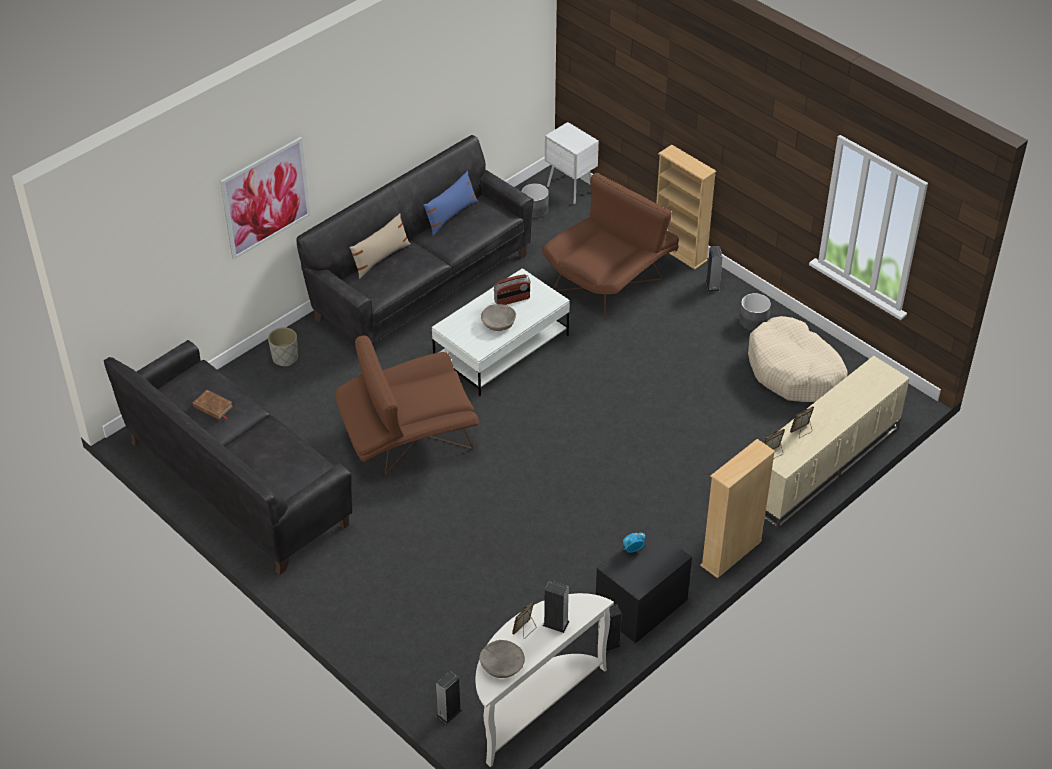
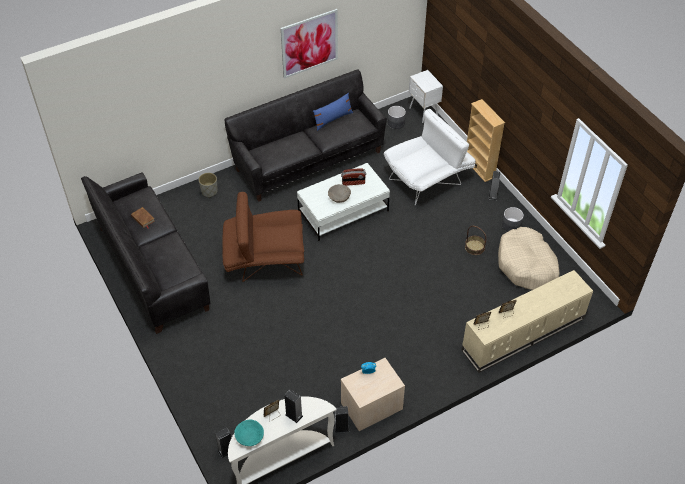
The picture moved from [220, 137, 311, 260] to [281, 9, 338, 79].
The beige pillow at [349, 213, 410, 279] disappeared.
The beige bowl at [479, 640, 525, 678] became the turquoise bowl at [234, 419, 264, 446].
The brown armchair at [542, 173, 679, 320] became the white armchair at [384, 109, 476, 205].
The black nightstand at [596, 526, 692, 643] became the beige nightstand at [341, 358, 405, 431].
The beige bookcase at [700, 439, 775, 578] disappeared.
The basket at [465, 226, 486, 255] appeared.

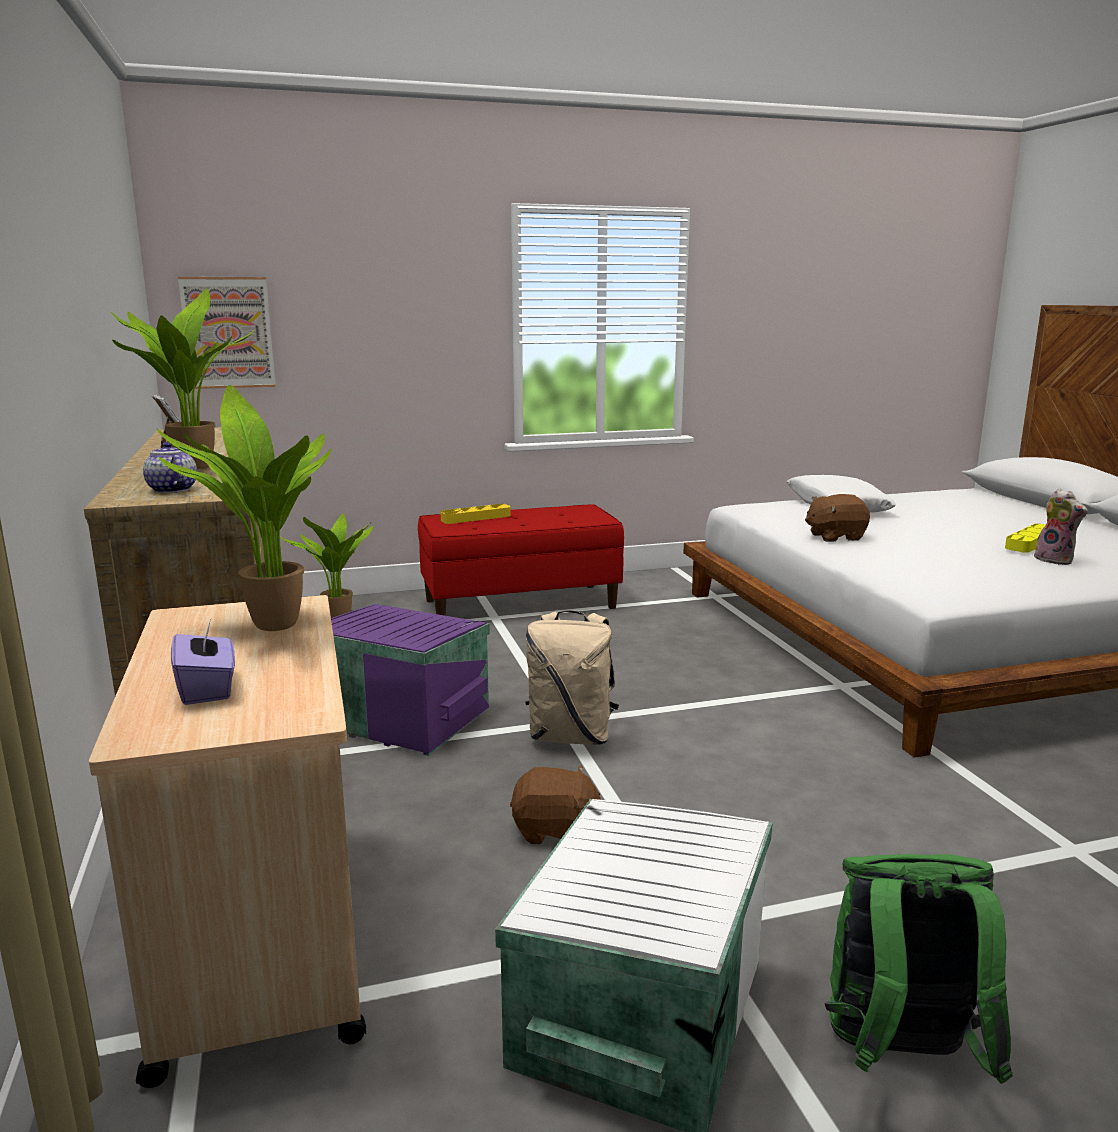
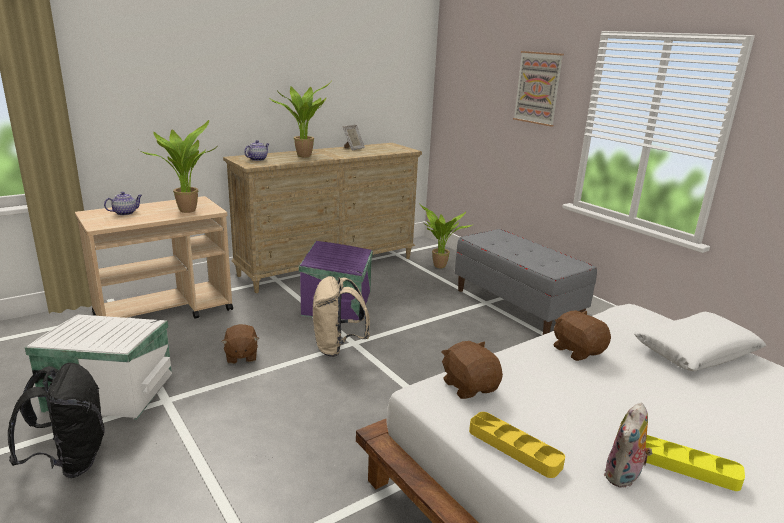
The purple tissue box at [171, 620, 235, 705] was replaced by the teapot at [104, 192, 142, 215].
The picture moved from [178, 277, 276, 389] to [513, 51, 564, 127].
The red bench at [418, 504, 624, 616] became the grey bench at [455, 229, 597, 335].
The yellow tray moved from [440, 504, 511, 524] to [469, 412, 565, 478].
The green backpack at [824, 854, 1013, 1084] became the black backpack at [8, 363, 105, 478].
The brown plush toy at [441, 341, 503, 399] appeared.

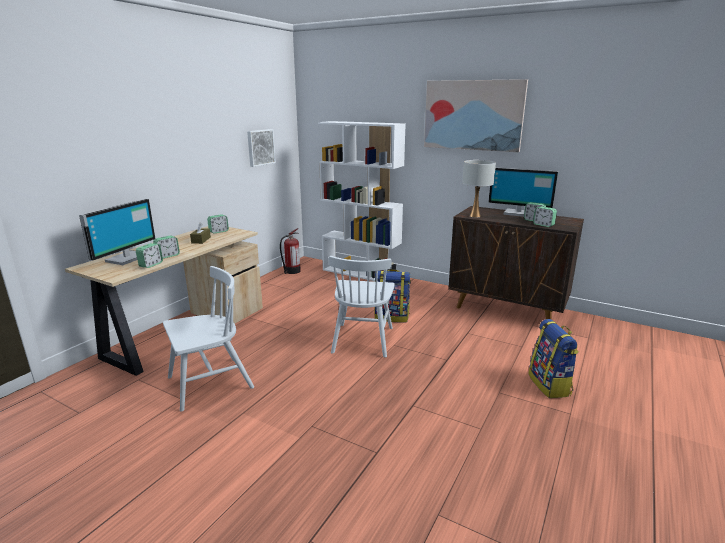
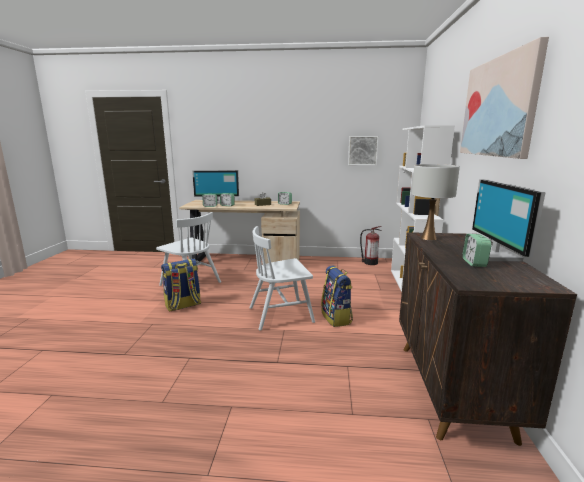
The backpack moved from [529, 319, 579, 398] to [161, 259, 201, 312].
The alarm clock at [533, 206, 557, 227] disappeared.

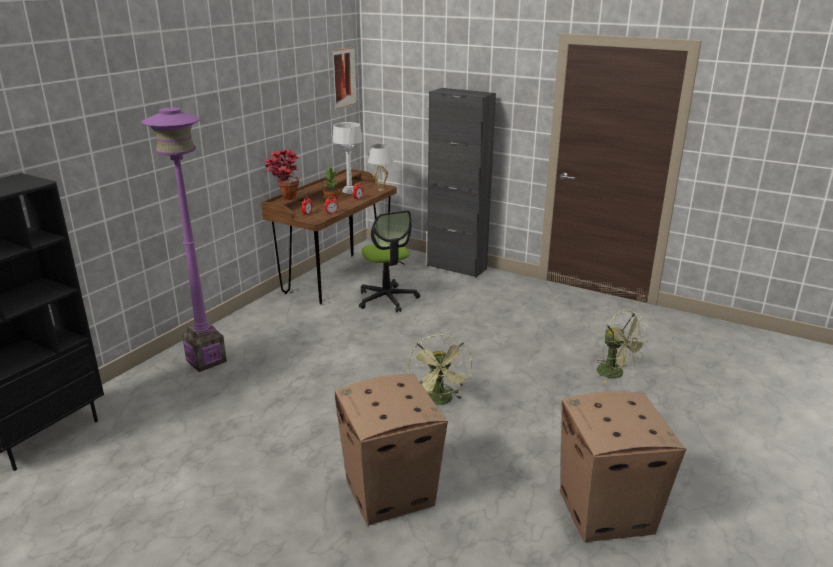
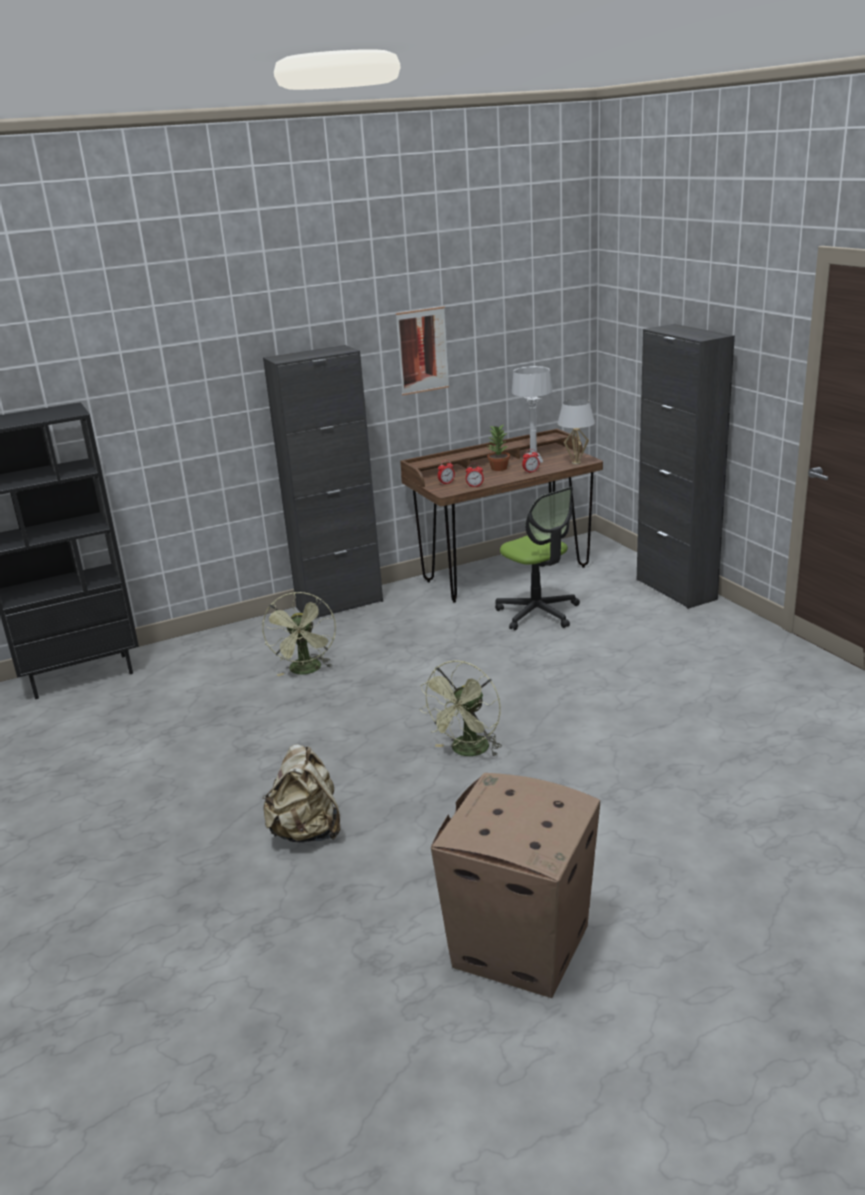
The purple floor lamp at [142, 108, 227, 372] disappeared.
The potted plant at [264, 149, 301, 200] disappeared.
The picture moved from [332, 47, 357, 109] to [396, 306, 449, 395].
The cardboard box at [335, 374, 448, 525] was replaced by the beige backpack at [262, 744, 340, 843].
The office chair at [359, 210, 420, 312] turned 45 degrees counterclockwise.
The green fan moved from [596, 310, 648, 384] to [262, 592, 336, 676].
The black cabinet at [263, 345, 383, 618] appeared.

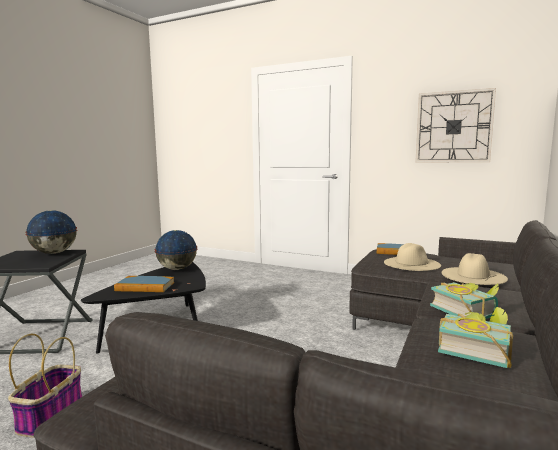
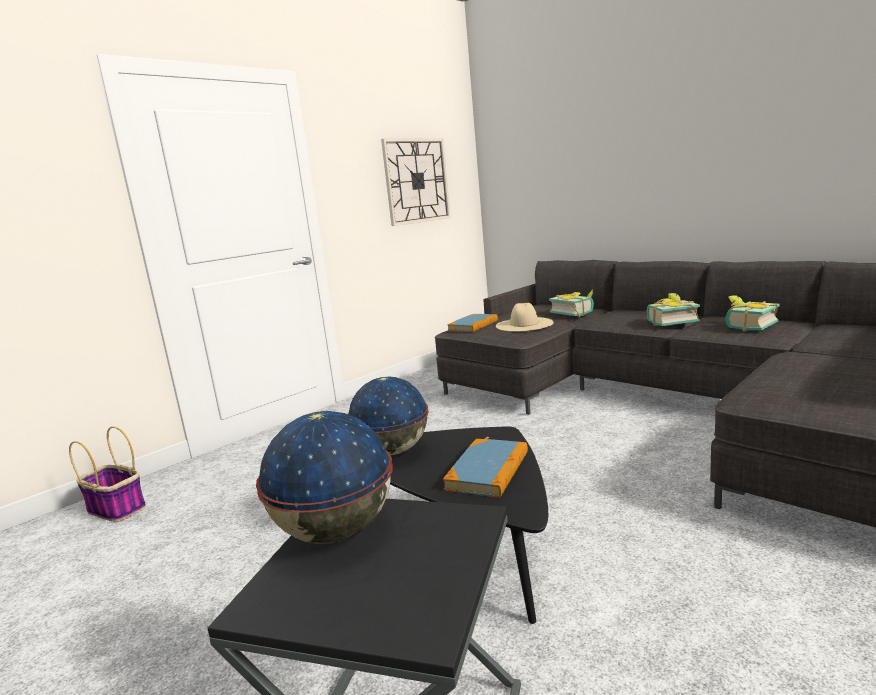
The basket moved from [8, 334, 82, 438] to [69, 426, 146, 522].
The beige hat at [442, 253, 508, 285] was replaced by the book at [549, 290, 594, 317].

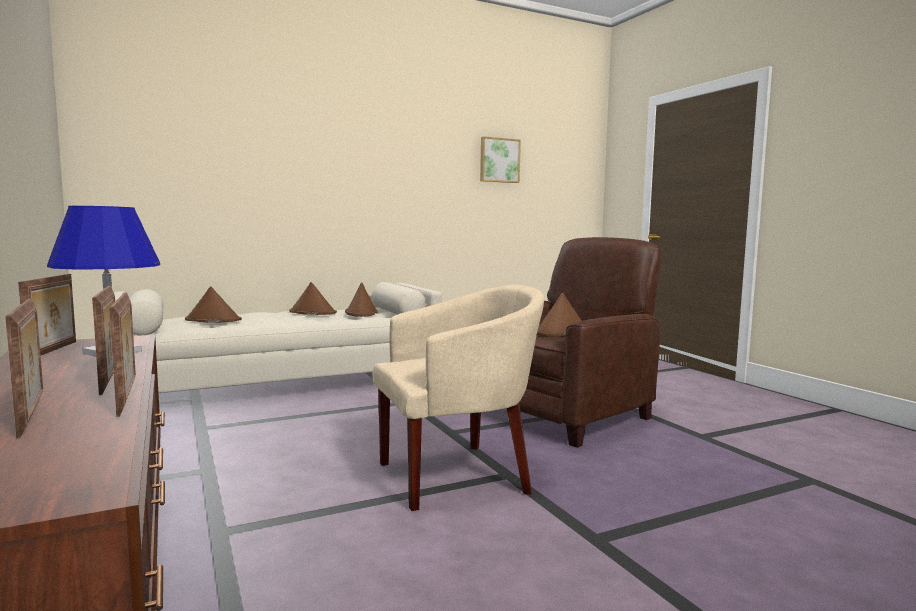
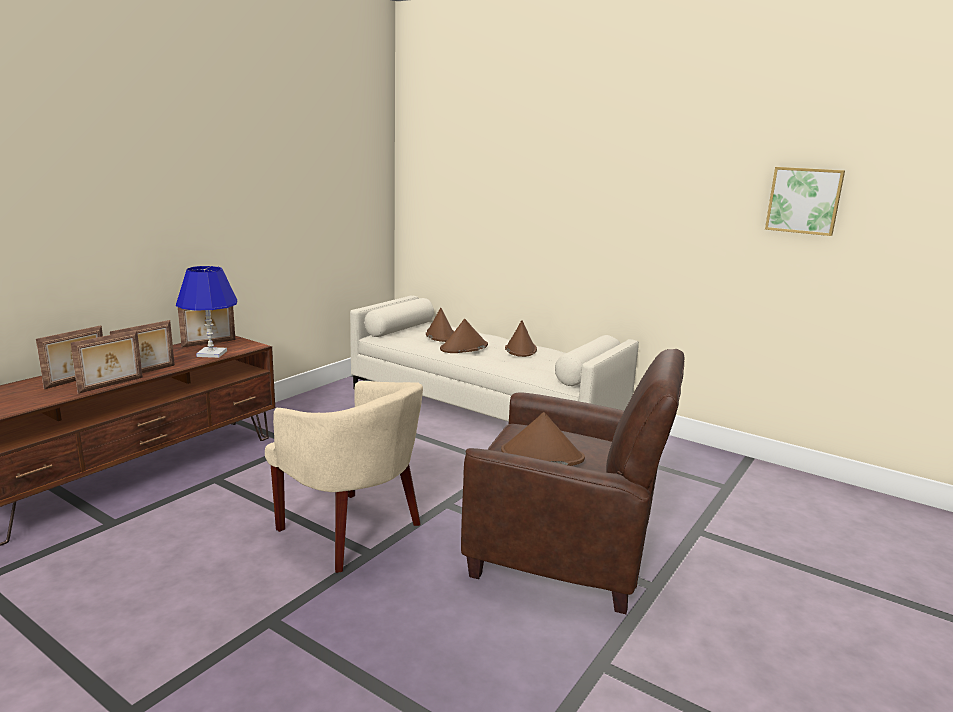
The brown hat moved from [345, 282, 378, 317] to [440, 319, 488, 353].

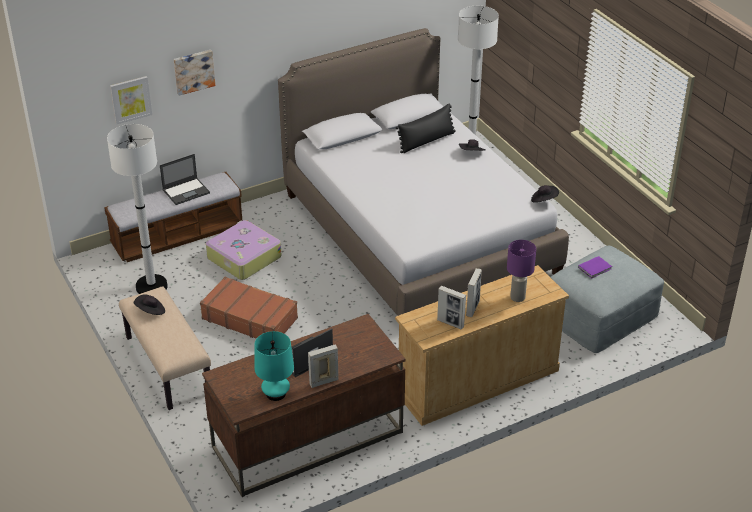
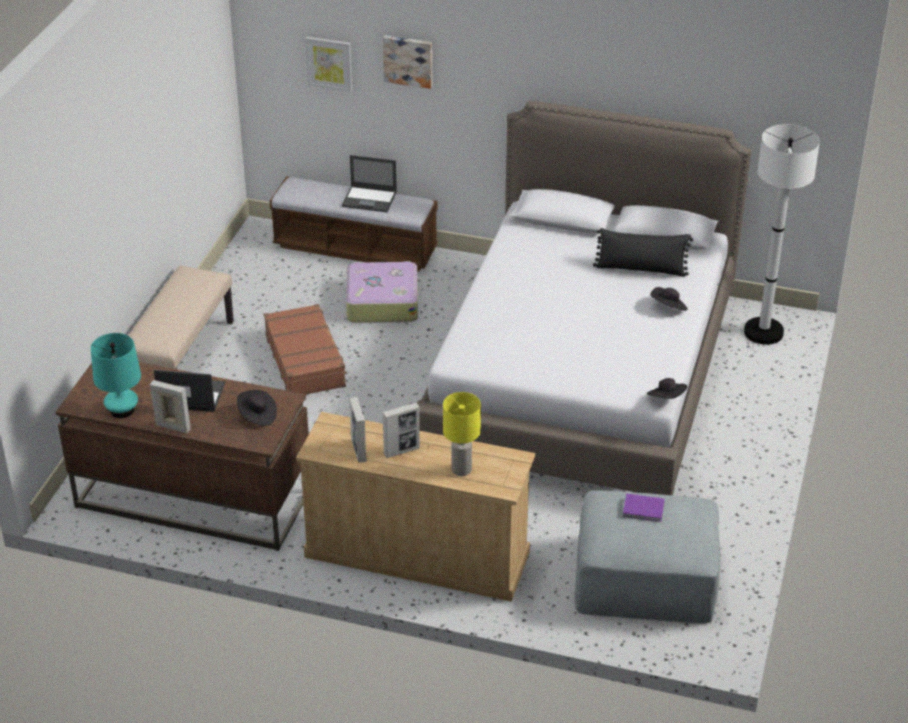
The white floor lamp at [107, 124, 168, 294] disappeared.
The black hat moved from [134, 294, 165, 315] to [237, 390, 277, 426].
The purple table lamp at [507, 240, 536, 302] became the yellow table lamp at [443, 392, 481, 476].

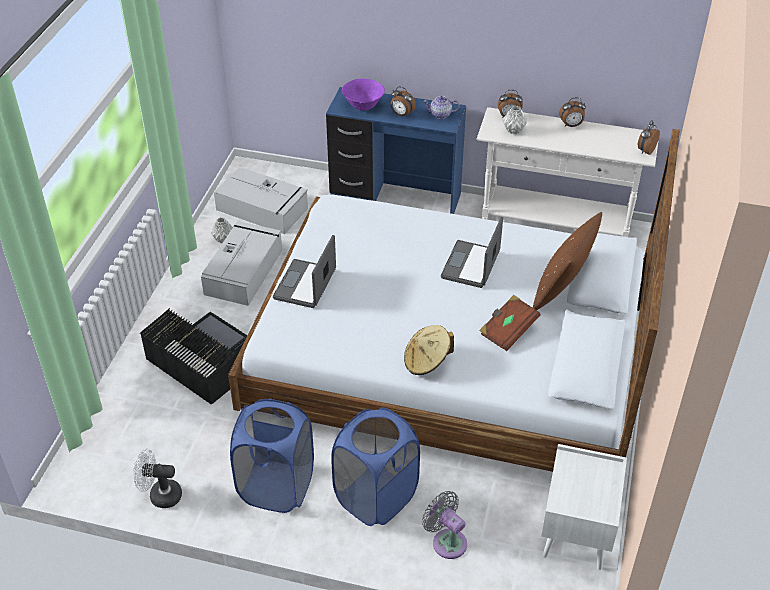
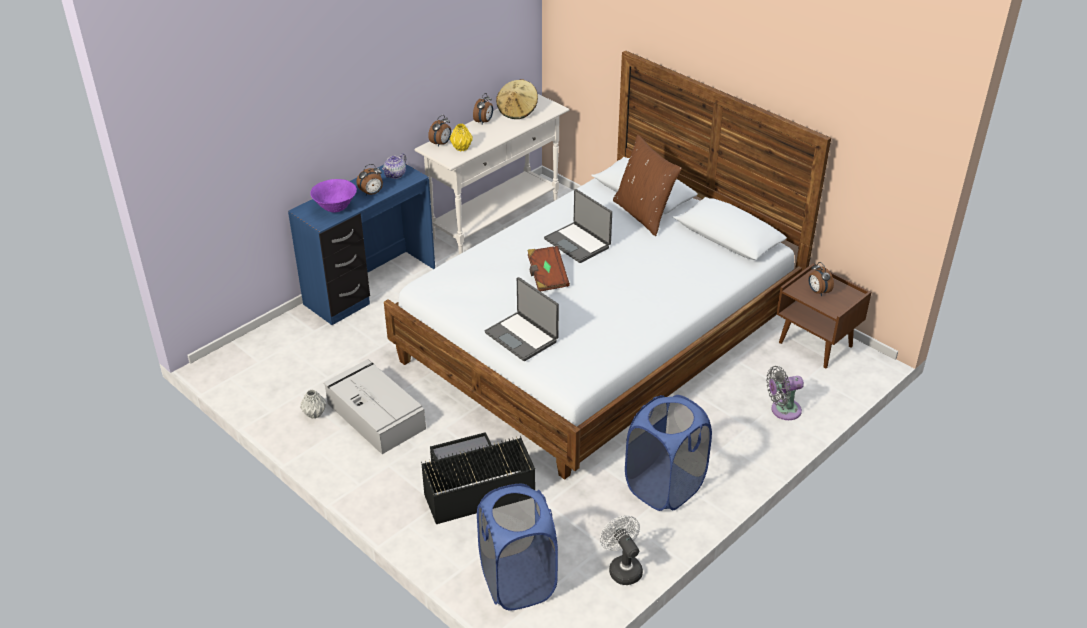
The white fan at [133, 449, 182, 508] turned 120 degrees clockwise.
The grey storage box at [214, 167, 308, 234] disappeared.
The blue laundry basket moved from [331, 408, 420, 526] to [477, 484, 558, 611].
The beige hat moved from [404, 325, 454, 375] to [496, 79, 538, 119].
The brown book moved from [479, 295, 541, 351] to [527, 246, 570, 292].
The grey vase at [503, 106, 527, 134] became the yellow vase at [449, 124, 473, 151].
The white nightstand at [541, 444, 627, 570] became the brown nightstand at [776, 263, 872, 368].
The alarm clock moved from [638, 120, 660, 155] to [808, 262, 834, 296].

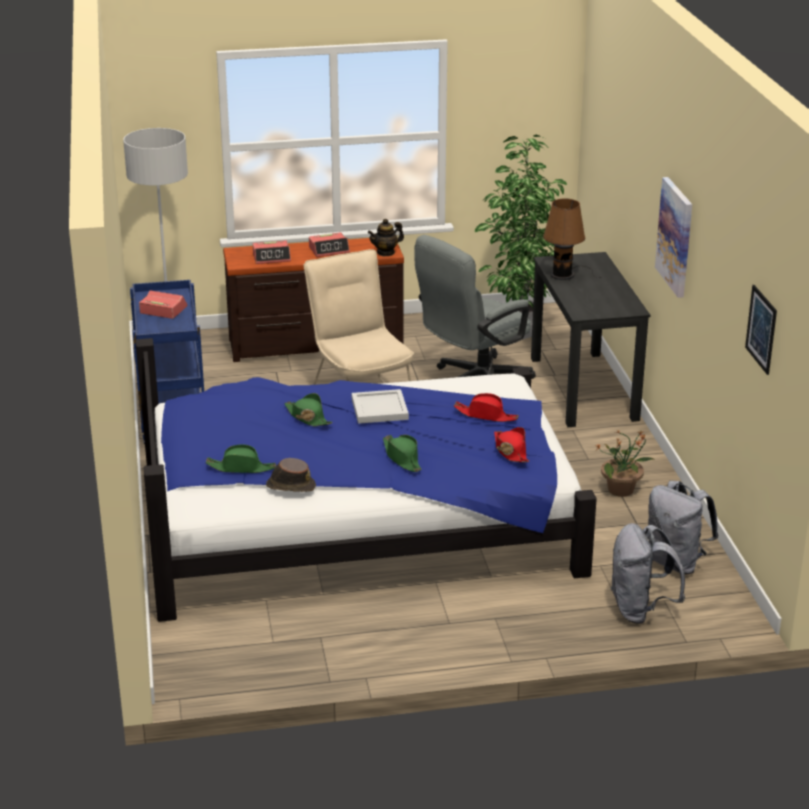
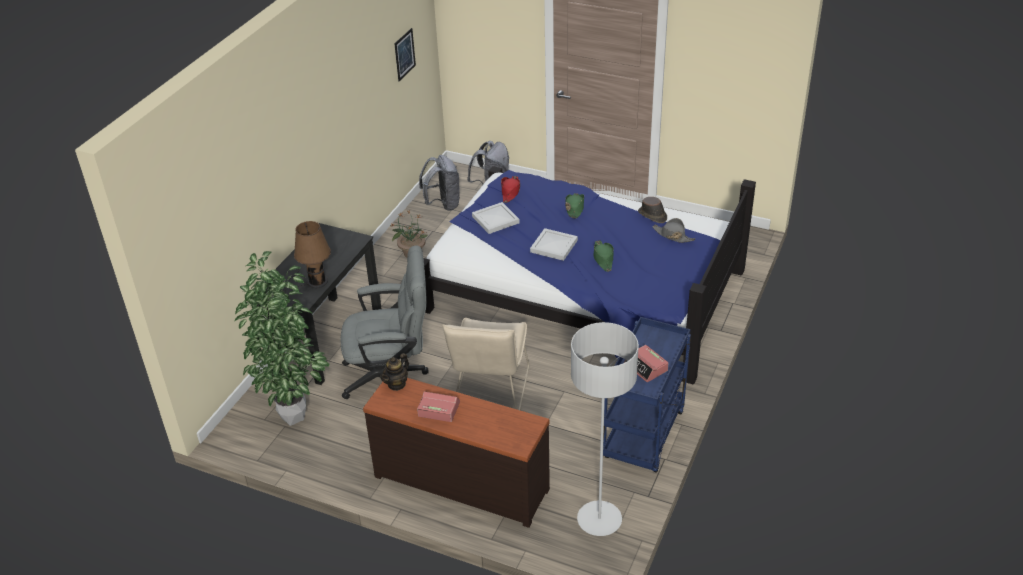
The green hat at [206, 444, 276, 473] became the grey hat at [653, 218, 695, 243].
The alarm clock at [253, 241, 291, 264] disappeared.
The teapot at [368, 219, 404, 256] turned 120 degrees clockwise.
The red hat at [454, 393, 519, 422] was replaced by the white tray at [472, 202, 520, 234].
The picture at [655, 177, 692, 298] disappeared.

